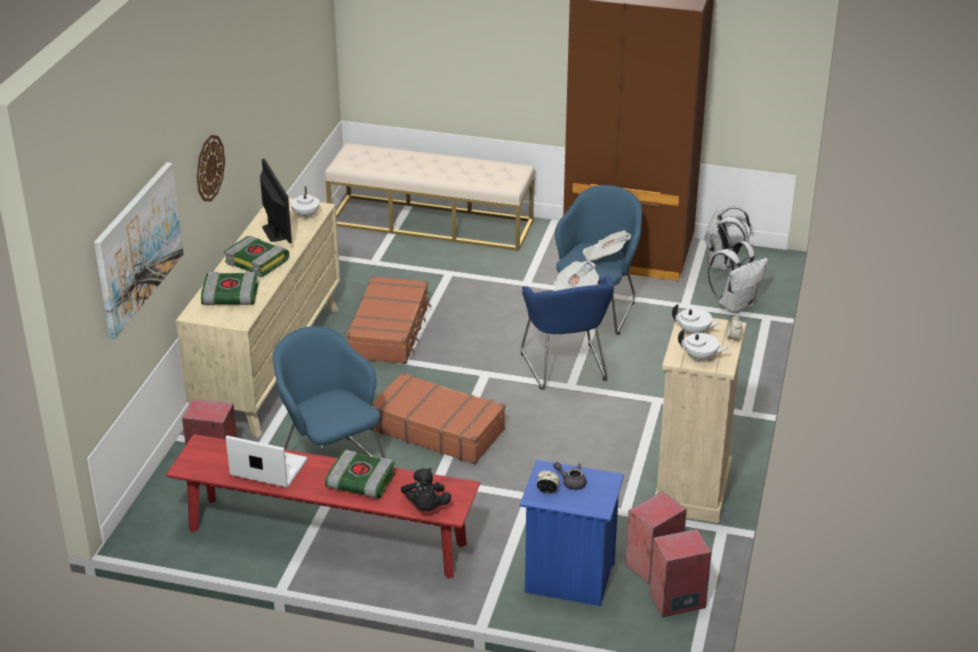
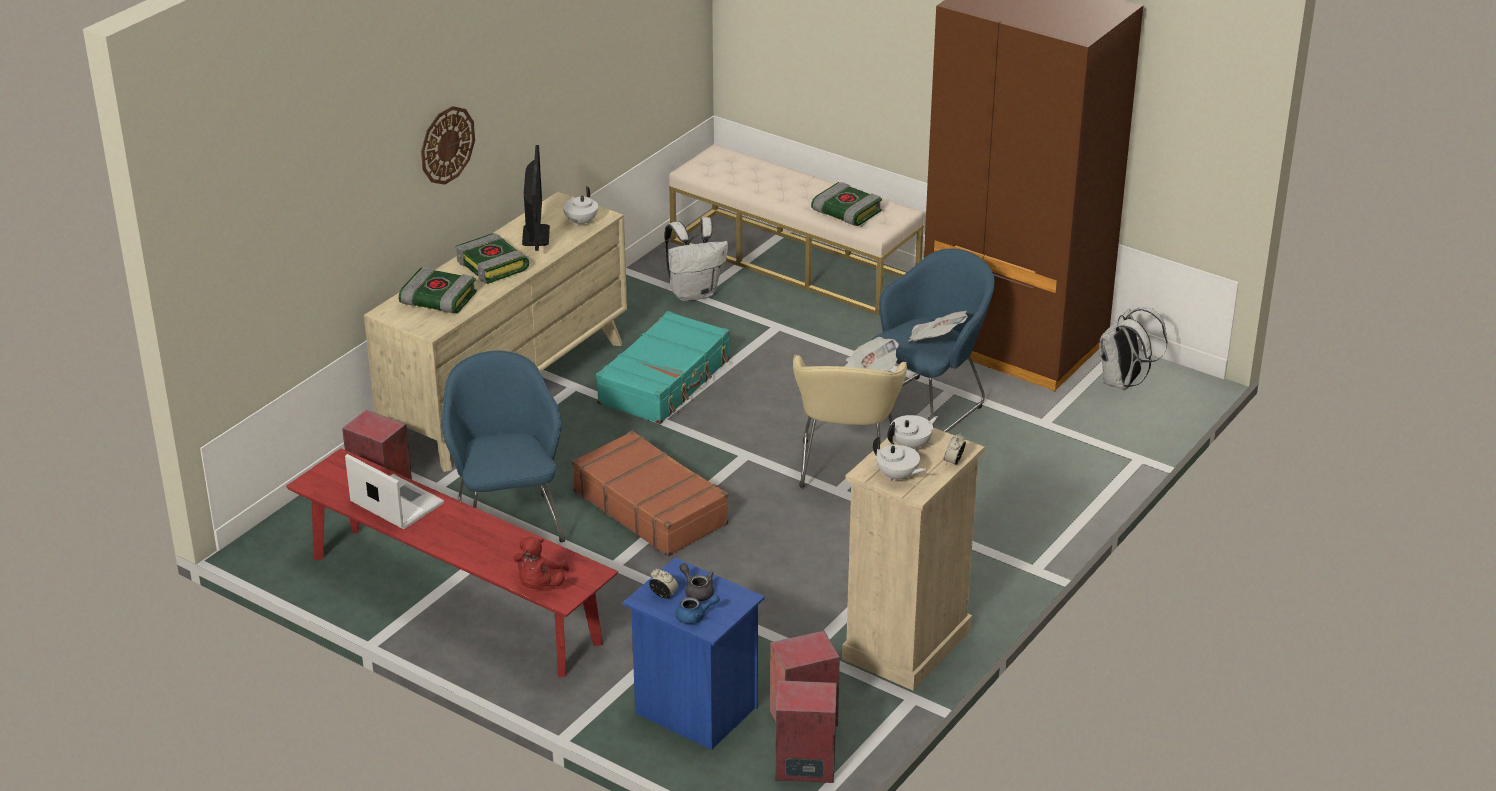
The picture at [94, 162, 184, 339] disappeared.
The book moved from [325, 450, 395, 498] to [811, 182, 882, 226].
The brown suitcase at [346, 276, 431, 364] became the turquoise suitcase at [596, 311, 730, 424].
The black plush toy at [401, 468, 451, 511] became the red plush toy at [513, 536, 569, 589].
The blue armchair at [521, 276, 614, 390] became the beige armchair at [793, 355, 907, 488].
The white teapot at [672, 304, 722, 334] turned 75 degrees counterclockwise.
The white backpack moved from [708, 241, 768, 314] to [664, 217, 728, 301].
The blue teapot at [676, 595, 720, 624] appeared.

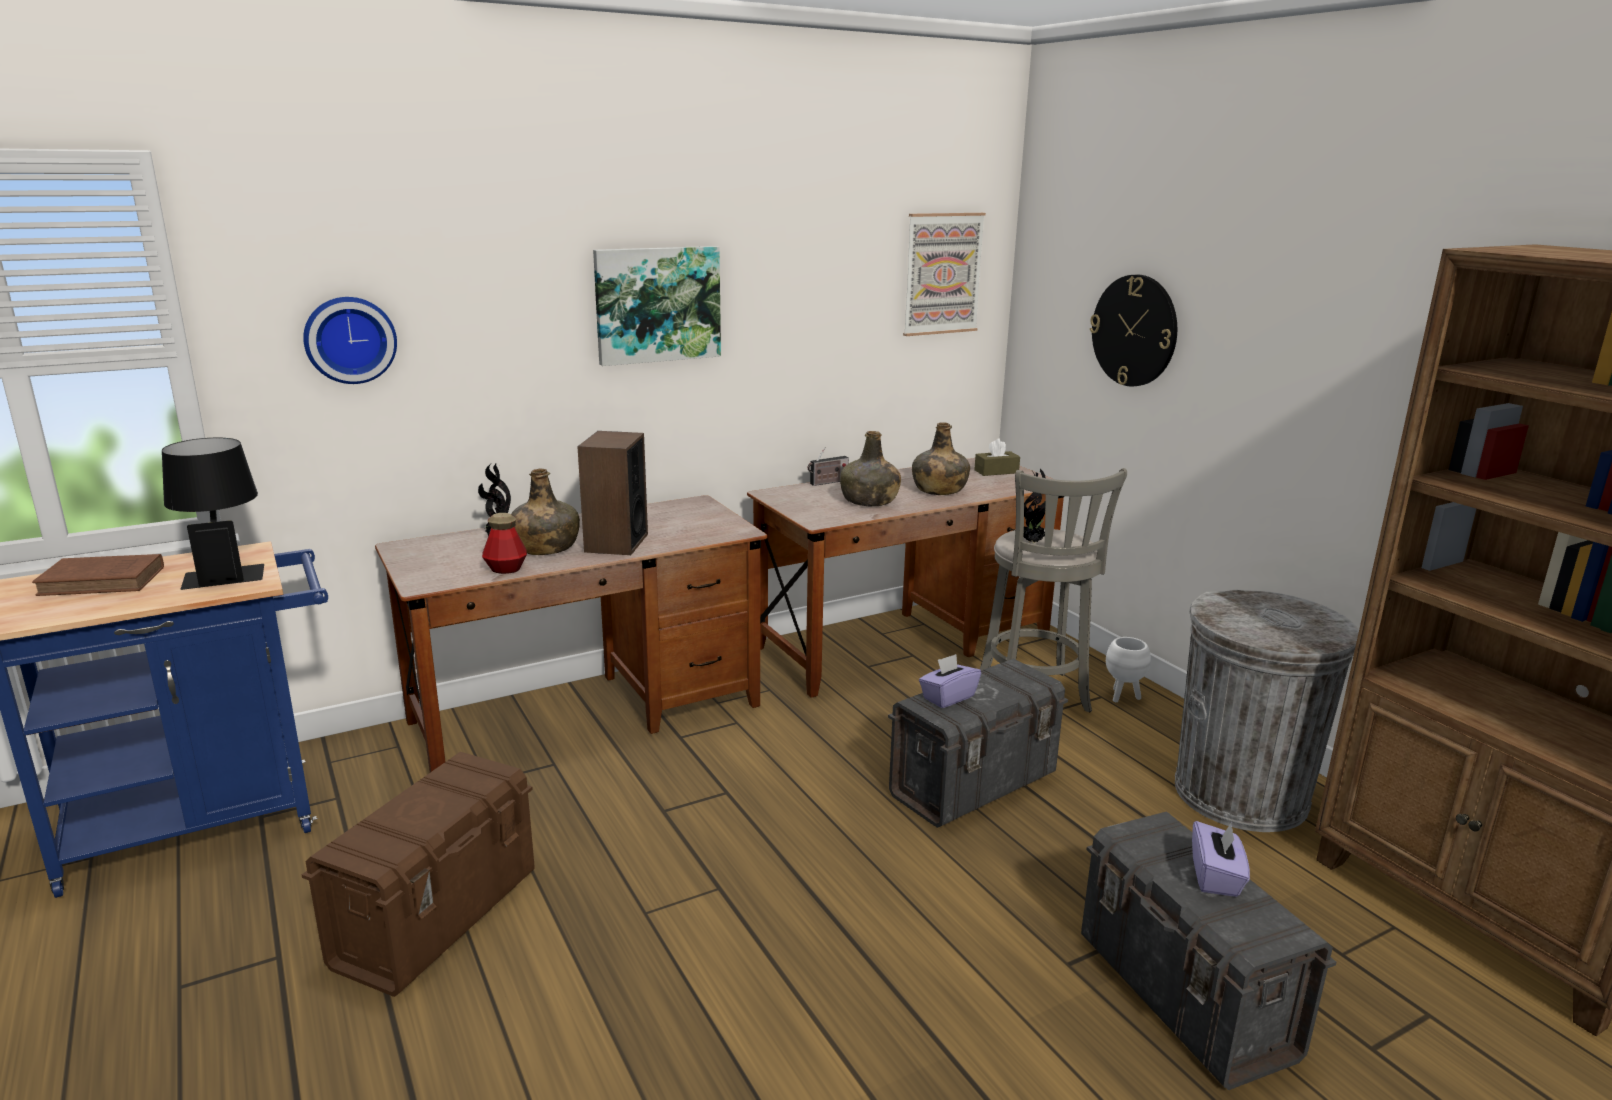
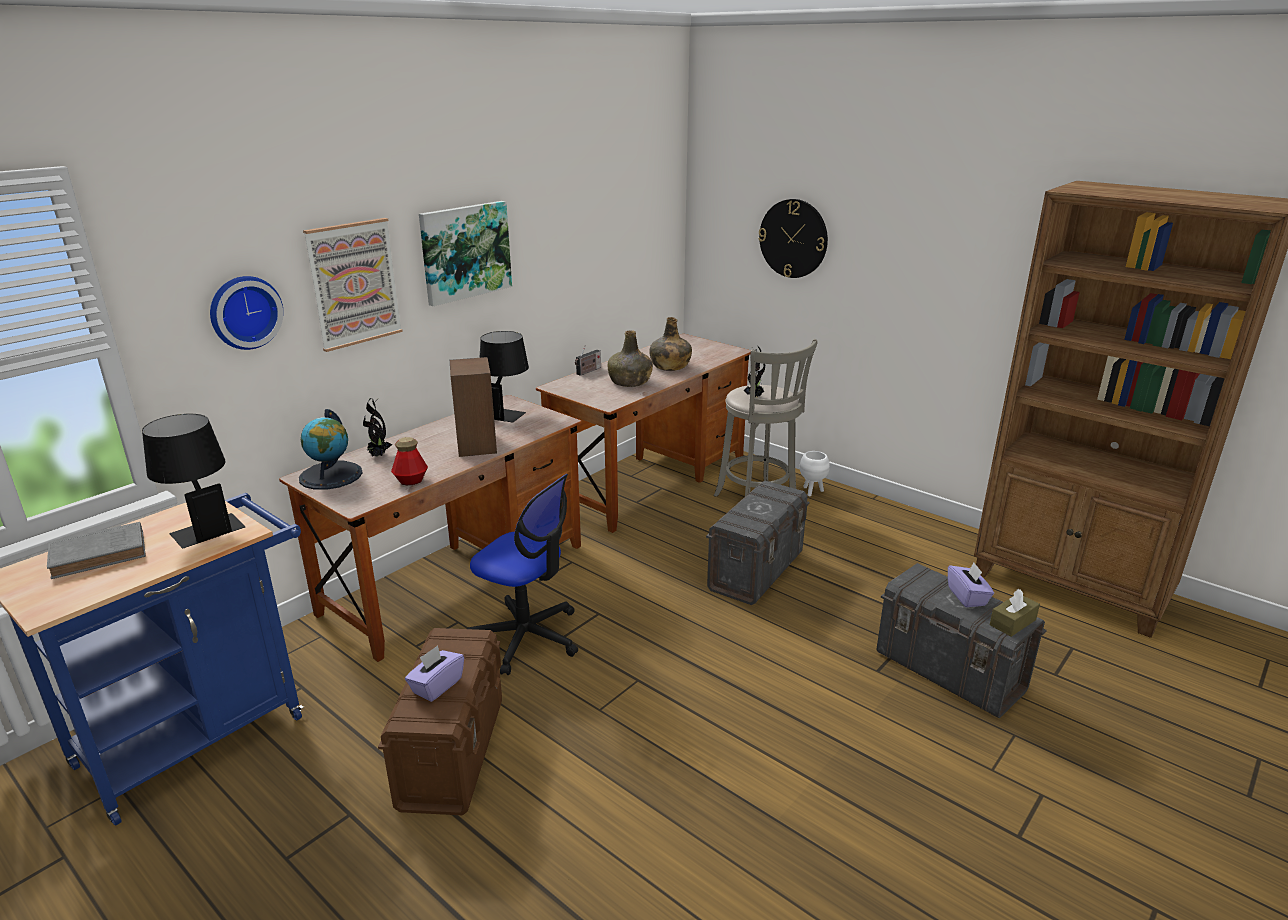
The brown book at [32, 554, 164, 596] became the grey book at [47, 522, 146, 579].
The green bottle at [511, 468, 580, 555] disappeared.
The picture moved from [903, 213, 986, 336] to [303, 218, 403, 352].
The purple tissue box moved from [919, 654, 981, 708] to [405, 645, 464, 702].
The brown tissue box moved from [974, 438, 1020, 476] to [990, 589, 1040, 637].
The grey trash can at [1175, 590, 1359, 832] disappeared.
The globe at [299, 409, 363, 490] appeared.
The office chair at [467, 474, 578, 675] appeared.
The black table lamp at [479, 331, 529, 423] appeared.

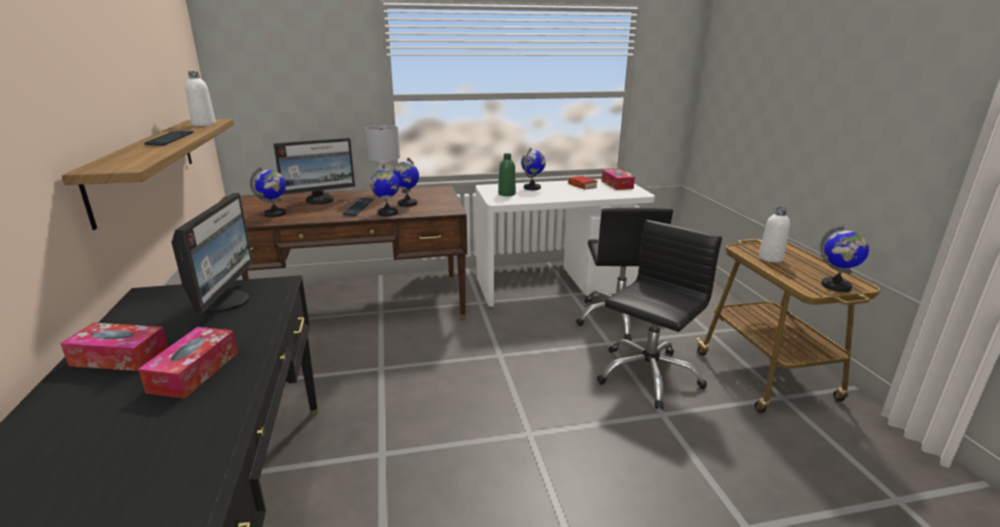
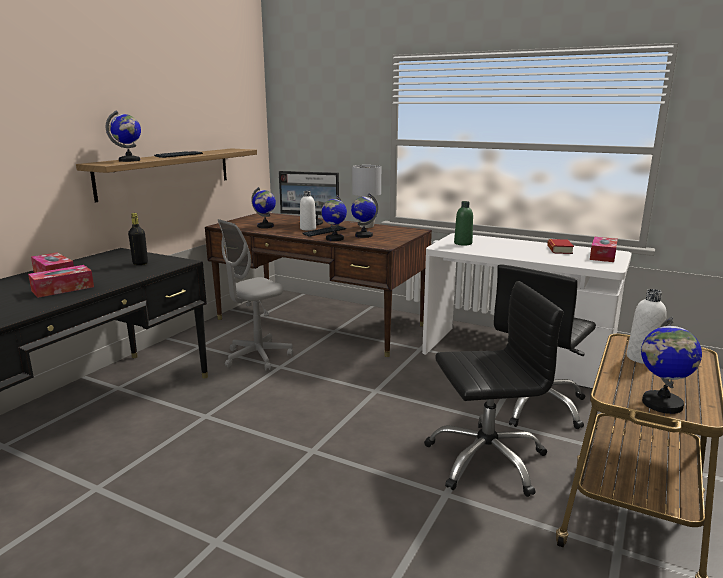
The monitor at [171, 193, 253, 313] was replaced by the black bottle at [128, 213, 148, 265].
The white bottle moved from [185, 71, 216, 126] to [300, 191, 316, 230].
The globe moved from [521, 148, 546, 190] to [106, 110, 141, 162].
The grey office chair at [218, 219, 293, 371] appeared.

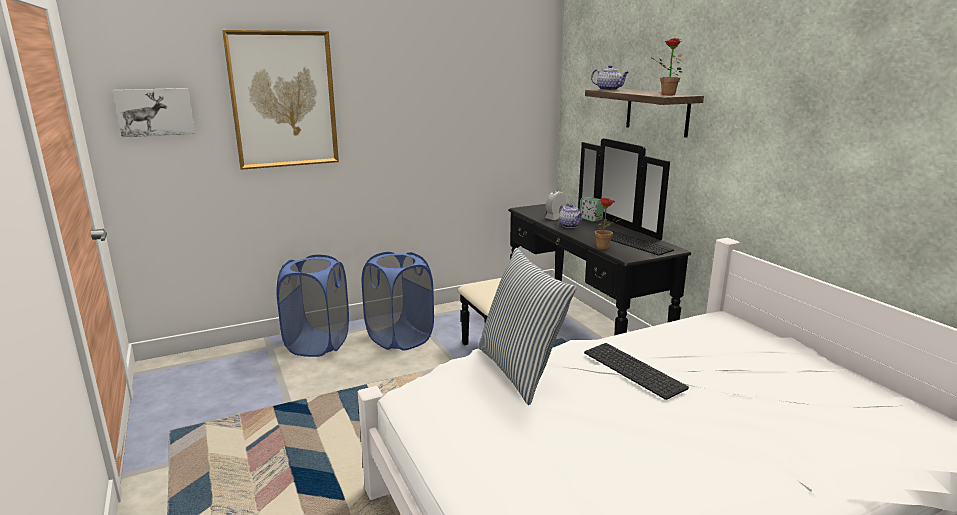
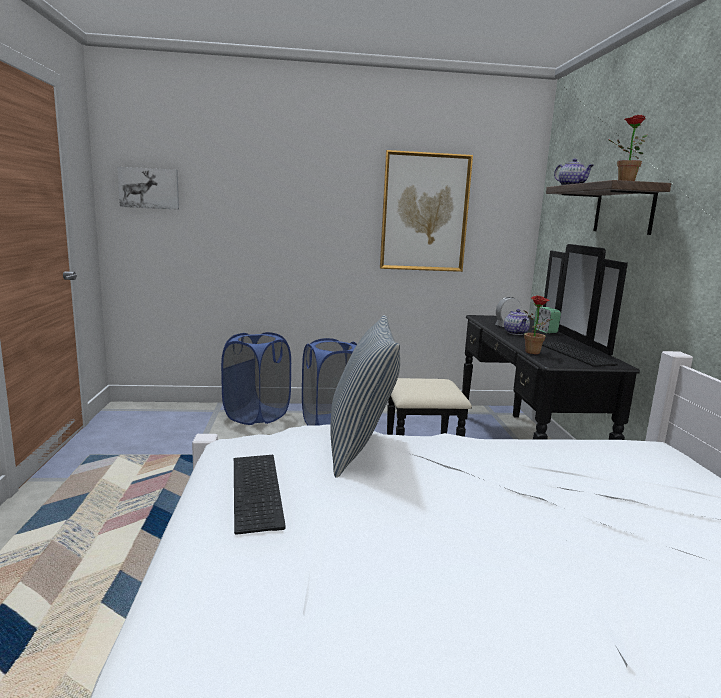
The picture moved from [222, 30, 339, 170] to [380, 150, 473, 272].
The keyboard moved from [584, 343, 689, 400] to [234, 455, 286, 535].

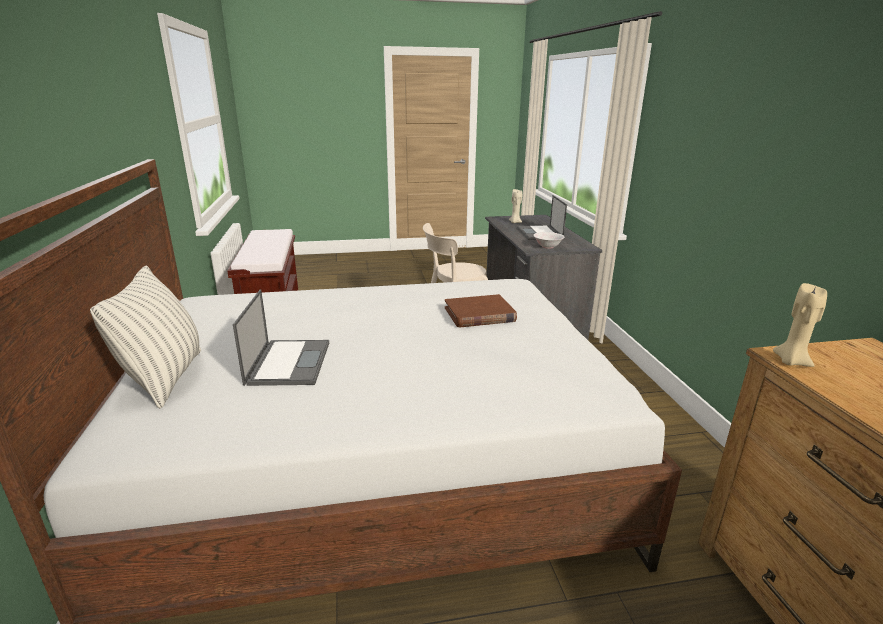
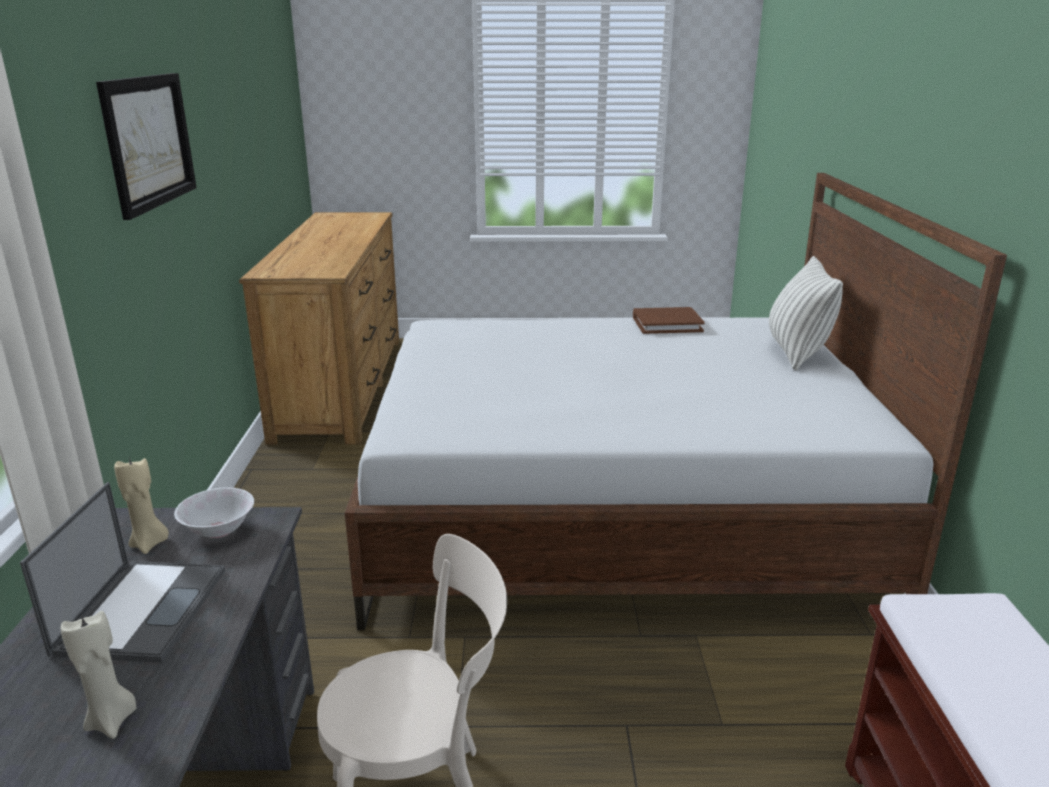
The laptop at [233, 289, 329, 386] disappeared.
The brown book moved from [445, 294, 517, 327] to [633, 307, 705, 334].
The beige candle moved from [773, 283, 827, 367] to [114, 457, 169, 554].
The picture at [96, 73, 197, 220] appeared.

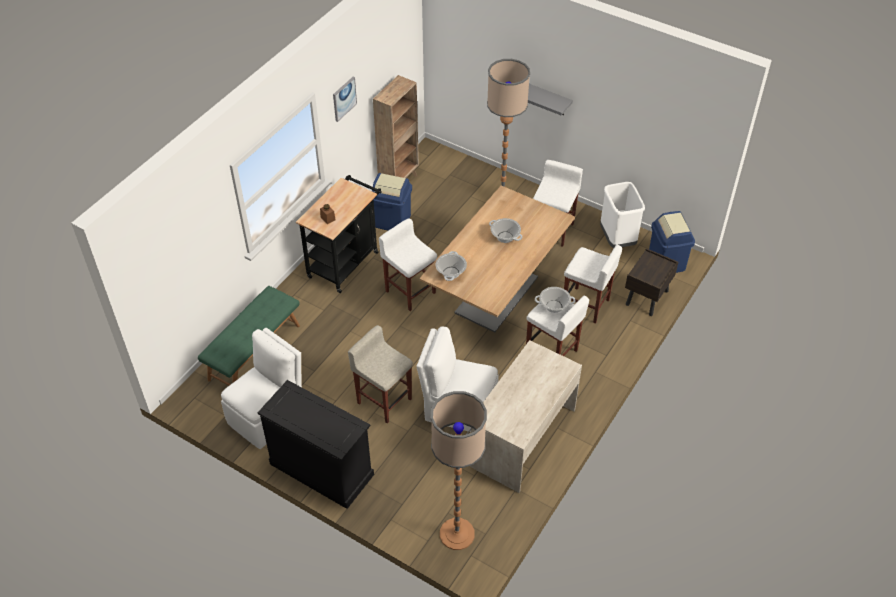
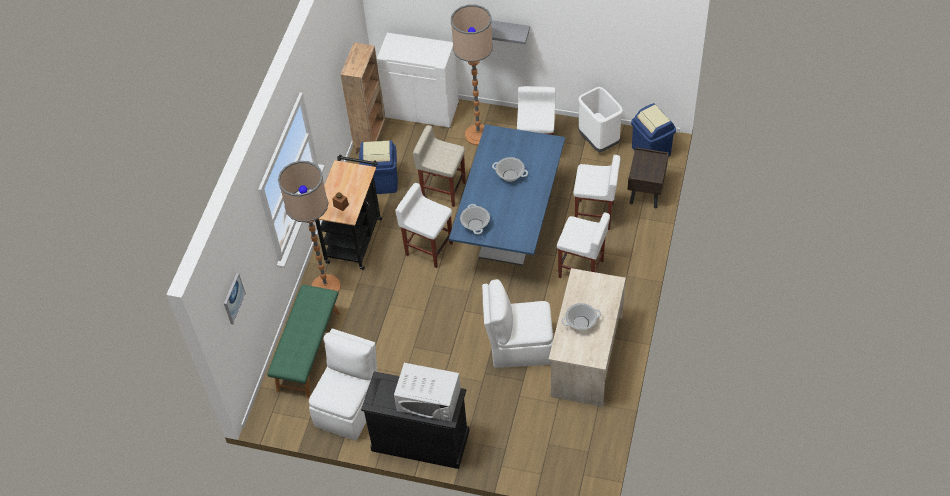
The picture moved from [333, 77, 357, 122] to [224, 273, 246, 324].
The beige stool moved from [348, 325, 413, 424] to [413, 125, 466, 207].
The brown dining table at [419, 186, 575, 333] became the blue dining table at [449, 125, 565, 266].
The floor lamp moved from [431, 391, 487, 550] to [278, 161, 341, 292].
The cooking pot moved from [535, 287, 576, 313] to [562, 303, 601, 330].
The white cabinet at [377, 33, 459, 128] appeared.
The white microwave at [394, 363, 461, 421] appeared.

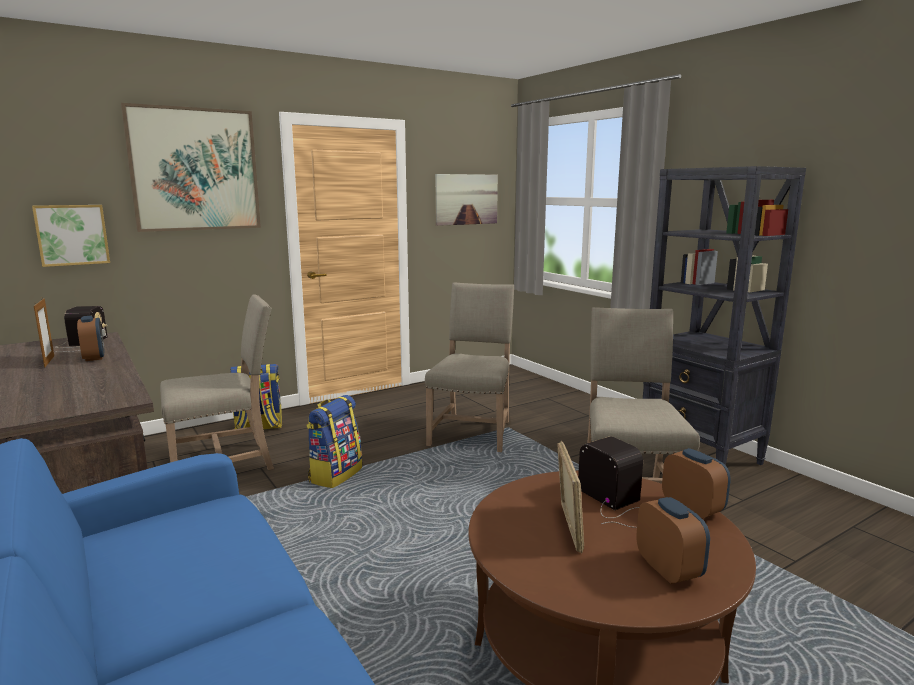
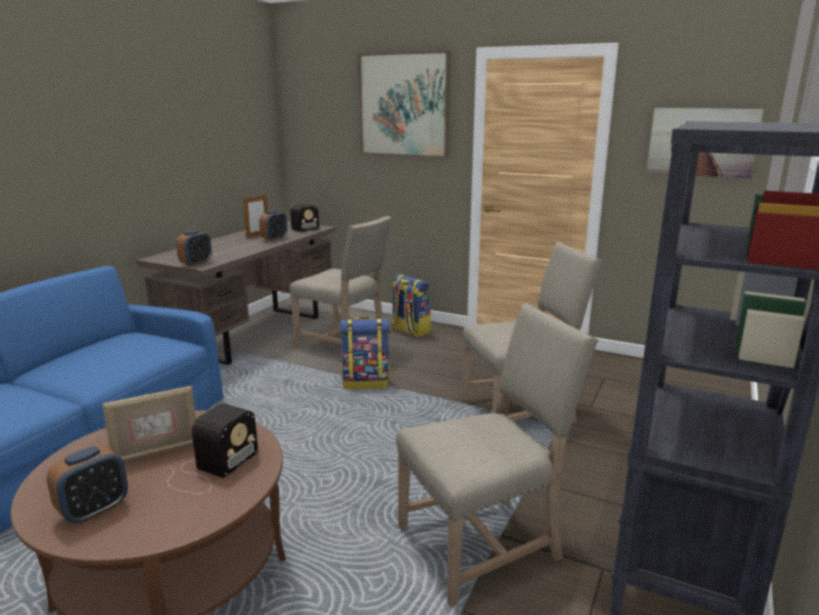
The picture at [32, 205, 110, 267] disappeared.
The alarm clock moved from [662, 448, 731, 519] to [176, 230, 212, 267].

